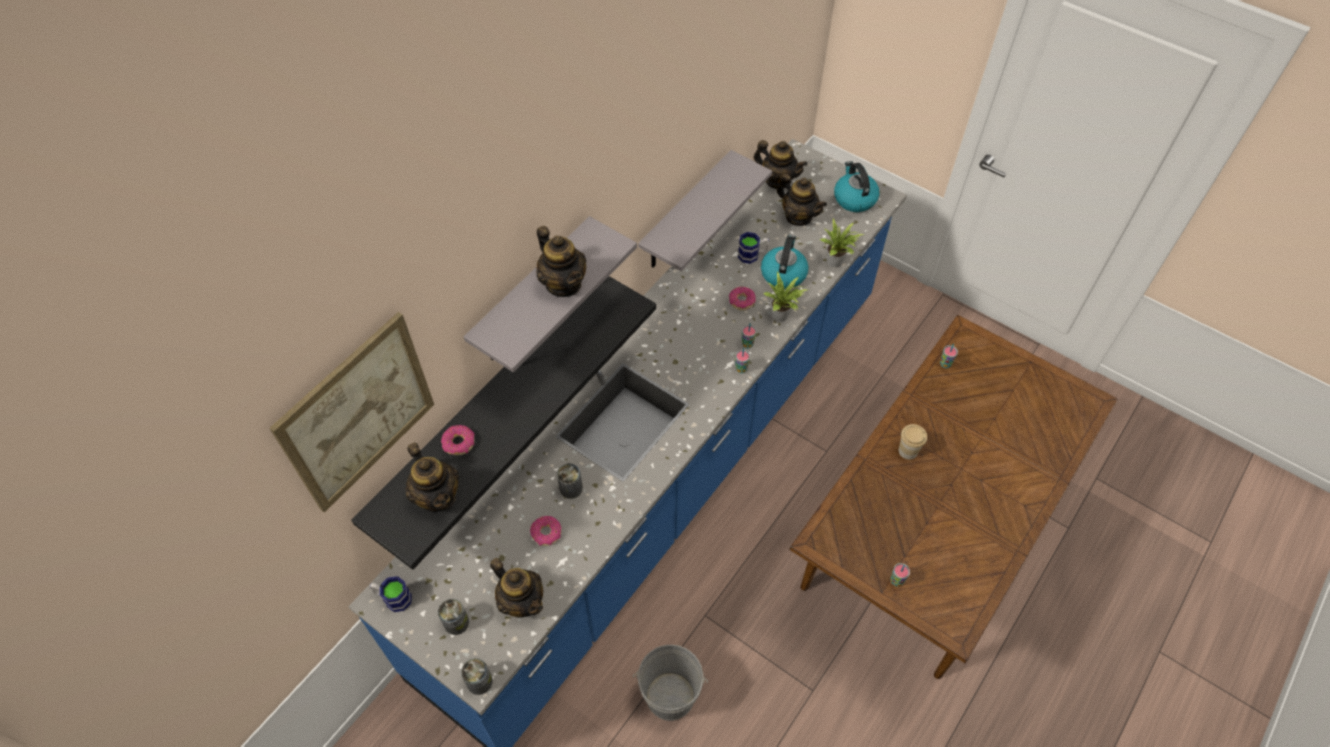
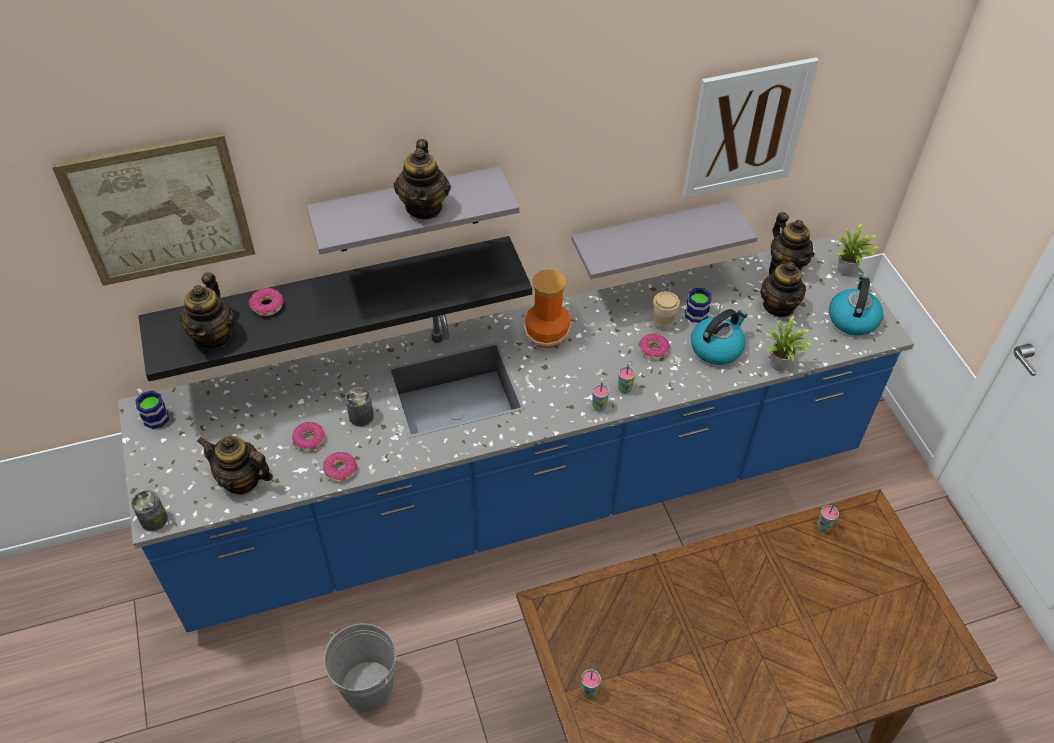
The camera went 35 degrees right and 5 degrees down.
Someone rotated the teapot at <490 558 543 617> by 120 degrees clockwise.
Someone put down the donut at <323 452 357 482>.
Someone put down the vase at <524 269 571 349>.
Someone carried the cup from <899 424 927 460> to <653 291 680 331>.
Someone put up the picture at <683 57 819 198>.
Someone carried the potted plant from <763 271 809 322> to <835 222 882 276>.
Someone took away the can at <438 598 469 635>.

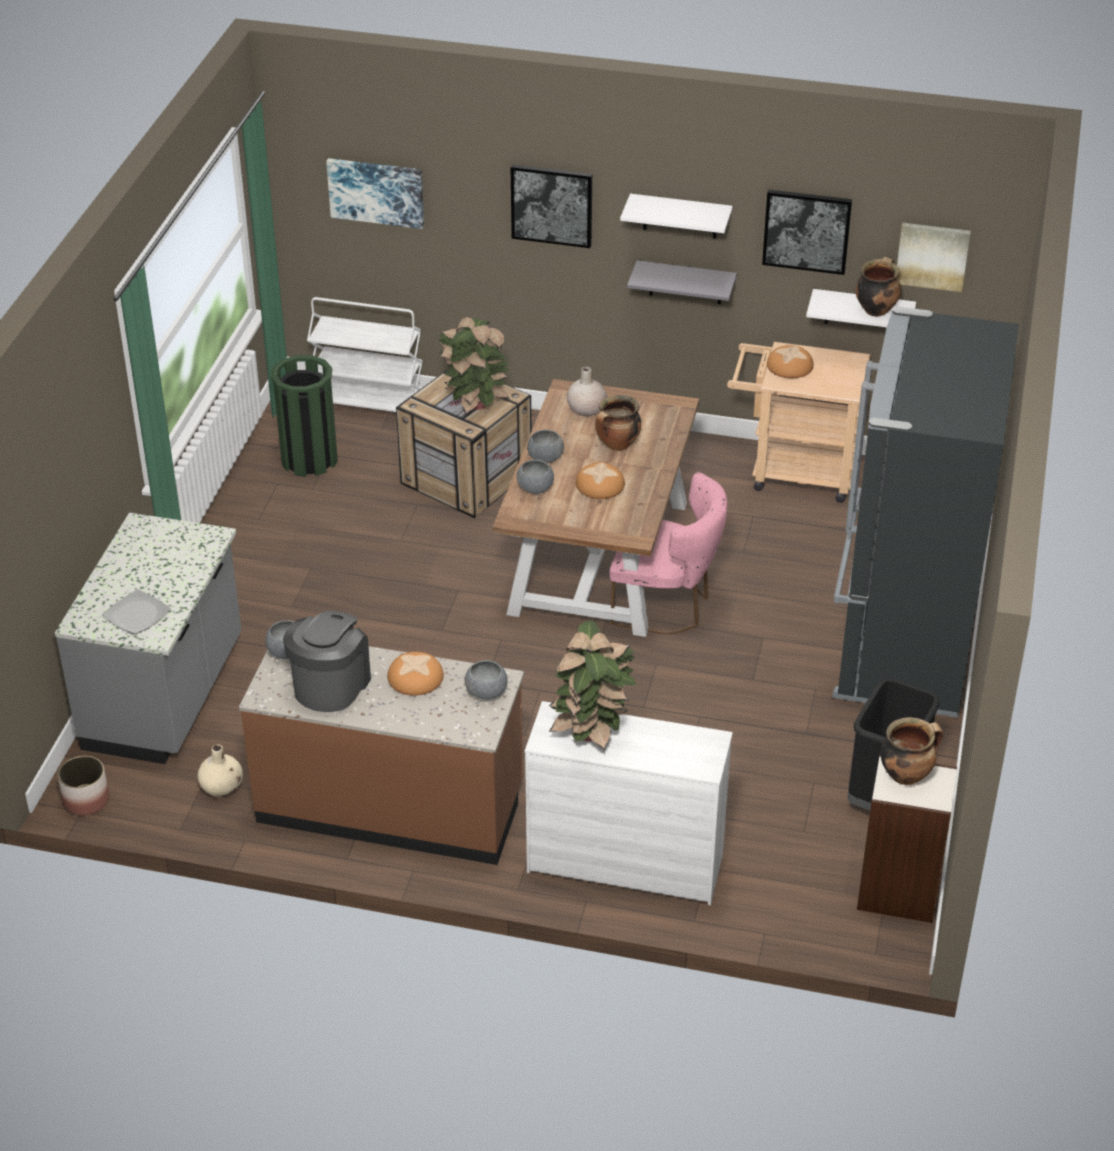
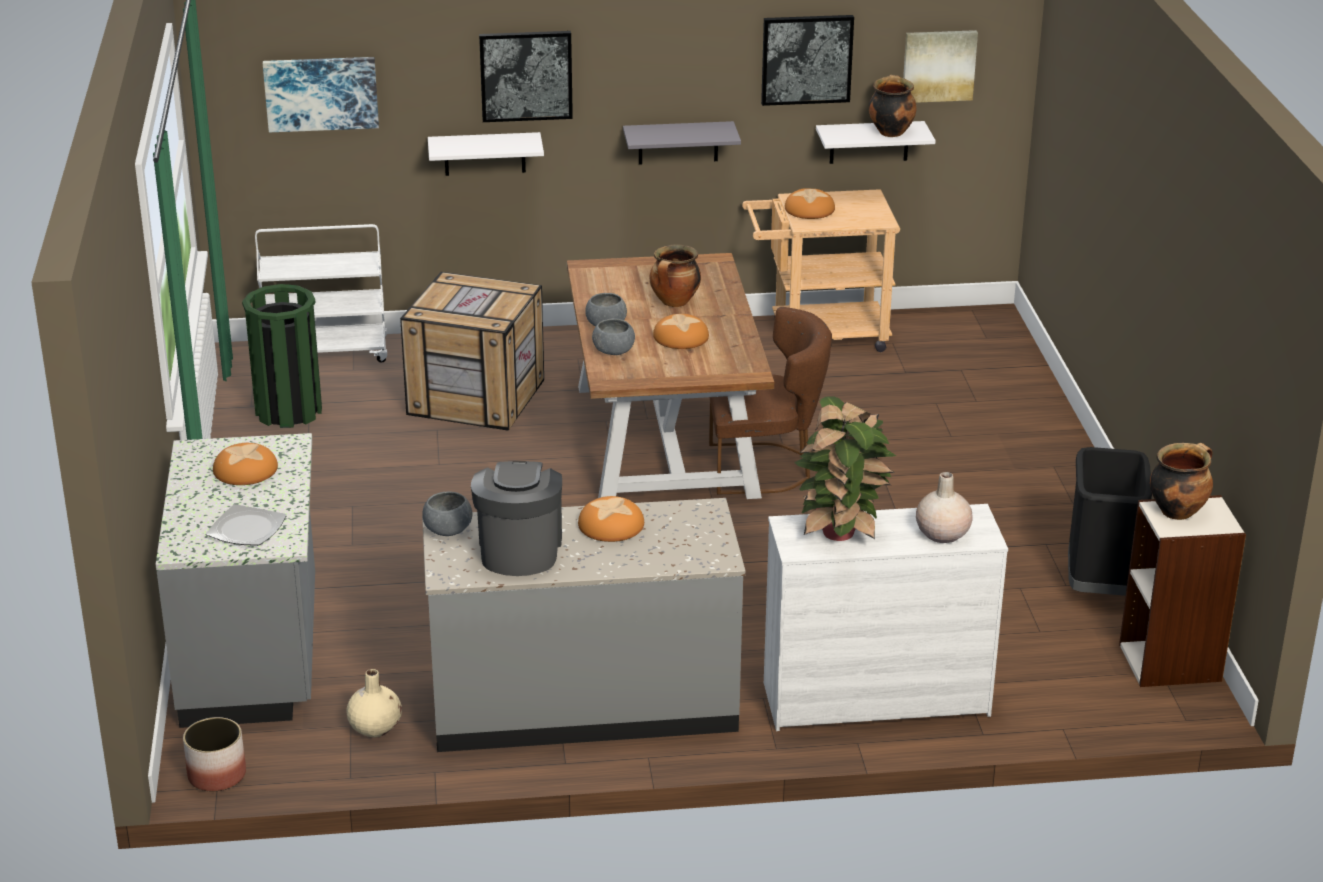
The camera went 20 degrees left and 10 degrees down.
Someone put down the bread at <213 443 278 485>.
Someone repainted the brown counter at <239 646 524 865>, which became the grey counter at <422 498 746 752>.
Someone carried the white shelf from <620 194 733 239> to <428 132 544 176>.
Someone repainted the pink chair at <610 472 727 634>, which became the brown chair at <709 307 832 495>.
Someone carried the beige vase from <567 366 607 416> to <916 472 973 543>.
Someone took away the potted plant at <438 317 510 414>.
Someone took away the grey bowl at <465 660 508 700>.
Someone took away the black fridge at <832 306 1019 718>.

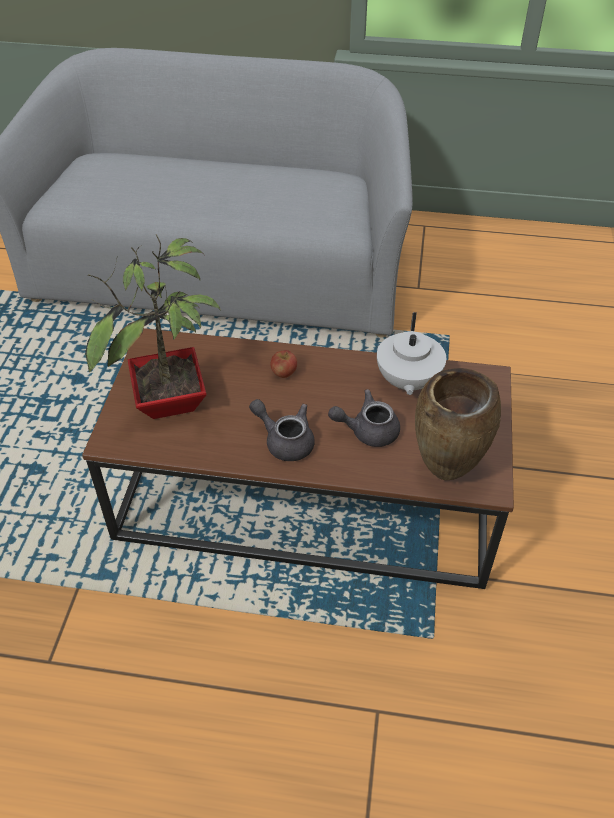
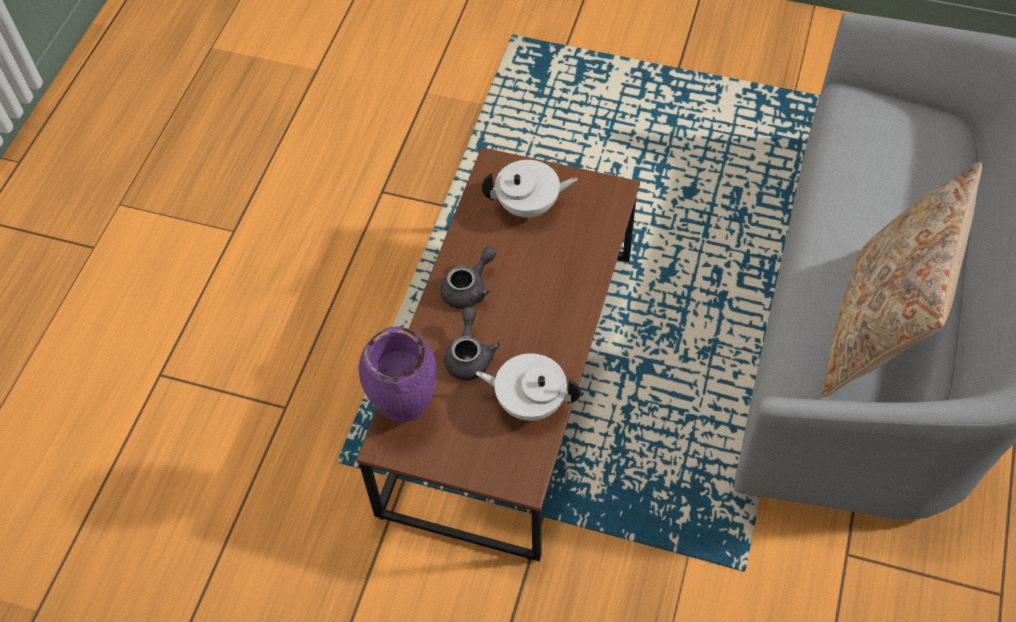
The camera went 100 degrees right and 10 degrees up.
Someone repainted the brown vase at <415 368 501 480>, which became the purple vase at <358 327 437 422>.
Someone swapped the potted plant at <85 234 221 419> for the white teapot at <482 160 578 219>.
Someone put down the beige pillow at <822 162 982 397>.
Someone took away the apple at <270 350 297 378>.

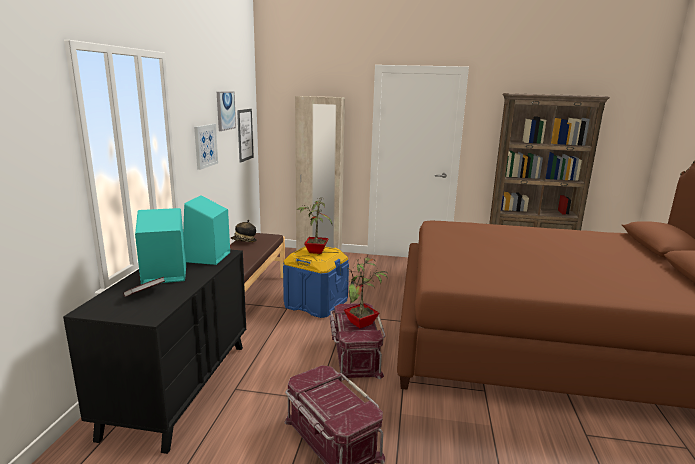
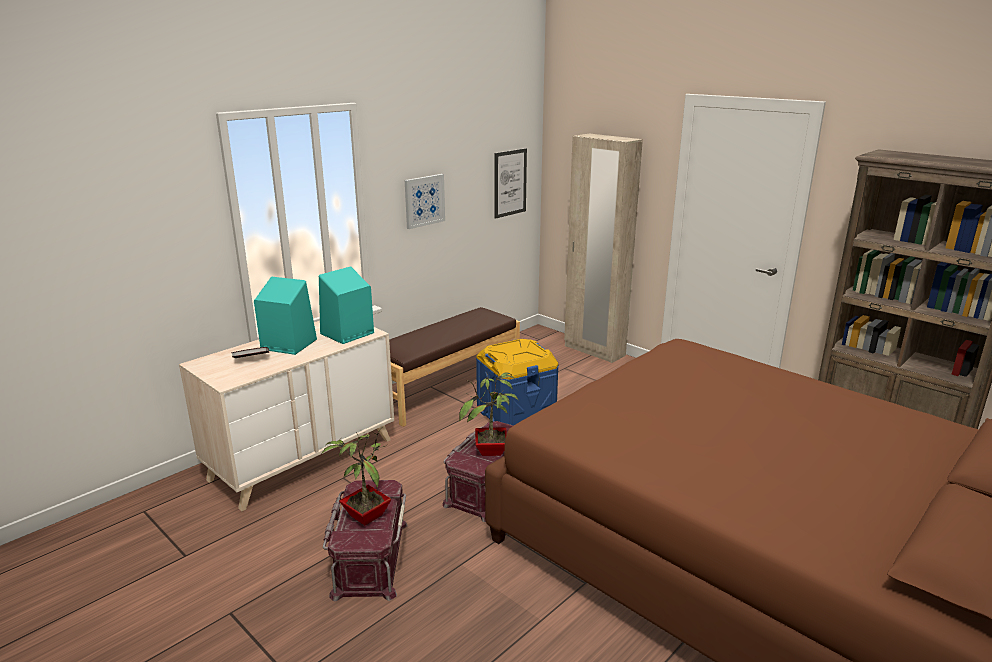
The camera went 35 degrees right and 5 degrees up.
Someone repainted the black dresser at <63 250 246 454>, which became the beige dresser at <179 321 394 511>.
Someone carried the potted plant from <297 198 332 254> to <322 427 391 525>.
Someone took away the picture at <217 91 236 131>.
Someone took away the hat at <231 220 257 242>.

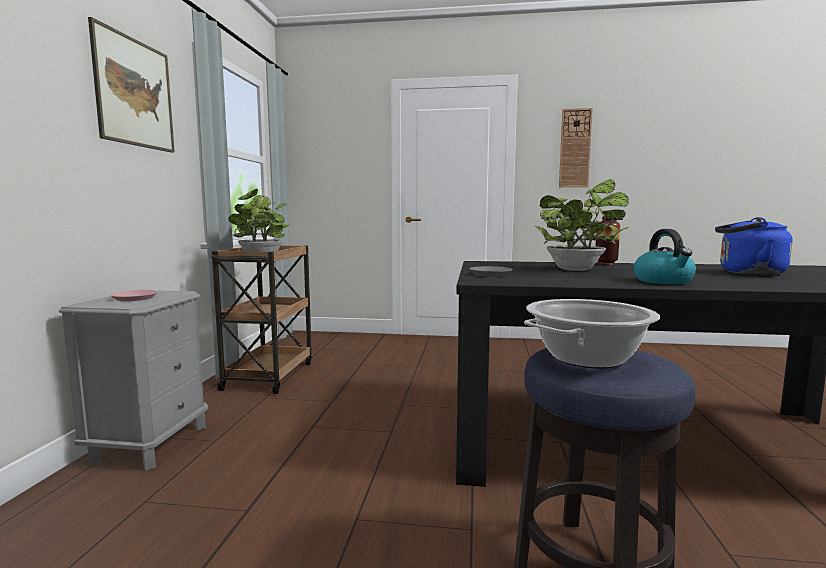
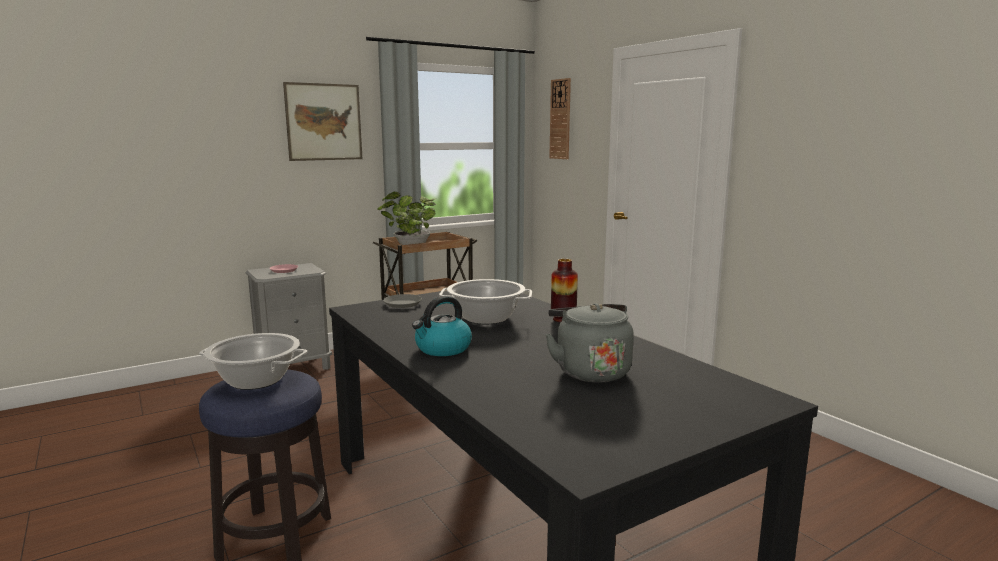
The camera went 50 degrees right and 5 degrees up.
Someone swapped the potted plant at <534 179 629 271> for the cooking pot at <439 279 532 324>.
Someone repainted the blue kettle at <715 217 793 275>, which became the grey kettle at <545 303 634 383>.
Someone carried the wall clock from <559 108 593 187> to <549 78 571 159>.

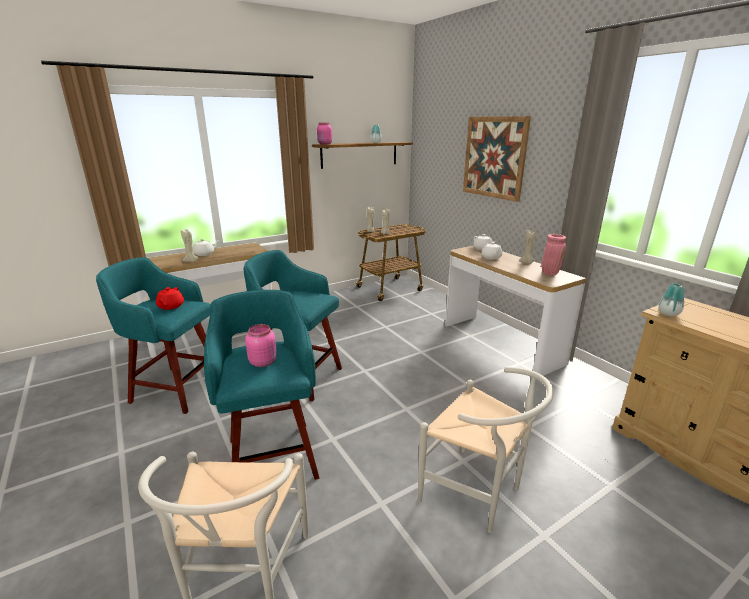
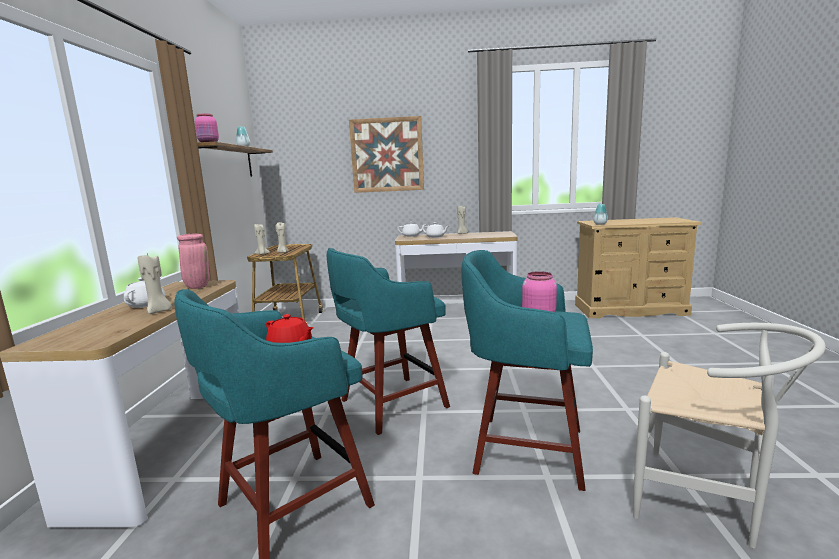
The camera went 55 degrees left and 10 degrees down.
Someone carried the pink vase from <541 234 566 275> to <177 234 210 289>.
Someone took away the white chair at <418 367 554 533>.

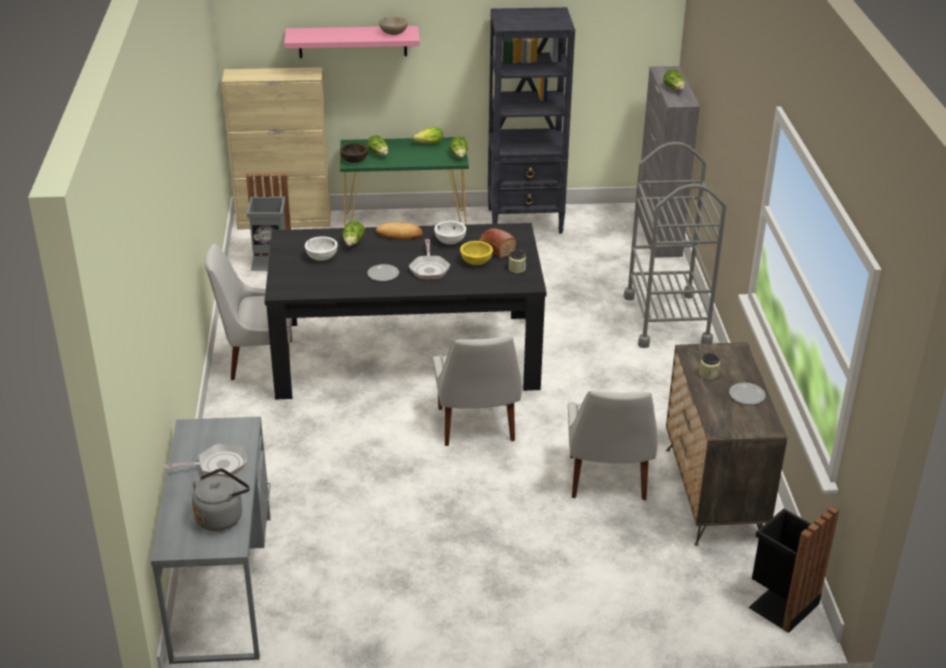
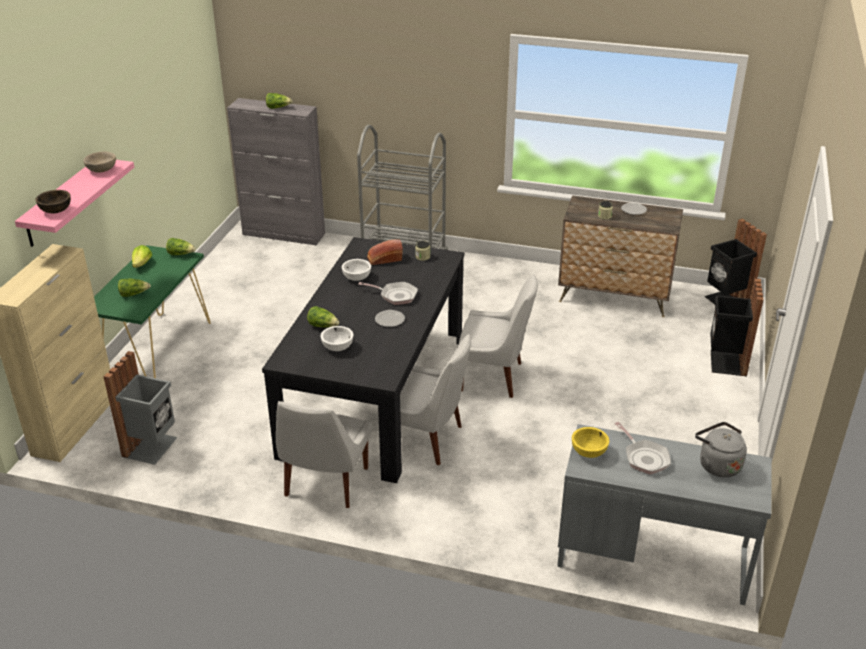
The camera went 70 degrees left and 0 degrees up.
Someone carried the brown bowl from <340 143 368 163> to <35 190 71 213>.
Someone carried the white chair from <568 391 658 500> to <400 334 471 466>.
Someone carried the yellow bowl from <460 241 493 265> to <572 427 609 458>.
Someone rotated the frying pan at <164 443 247 478> by 150 degrees clockwise.
Someone put down the black trash can at <710 278 763 376>.
Someone took away the bread at <376 222 423 240>.
Someone took away the black bookcase at <488 7 575 234>.

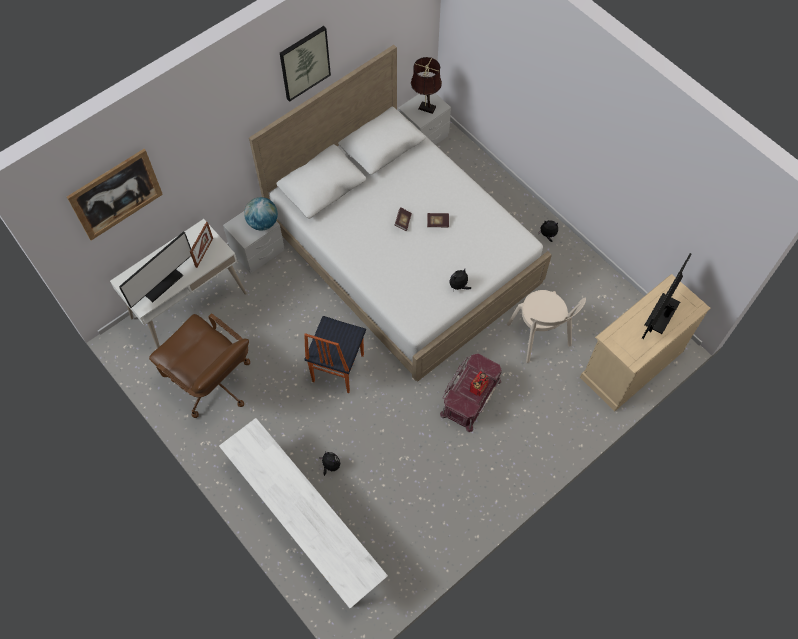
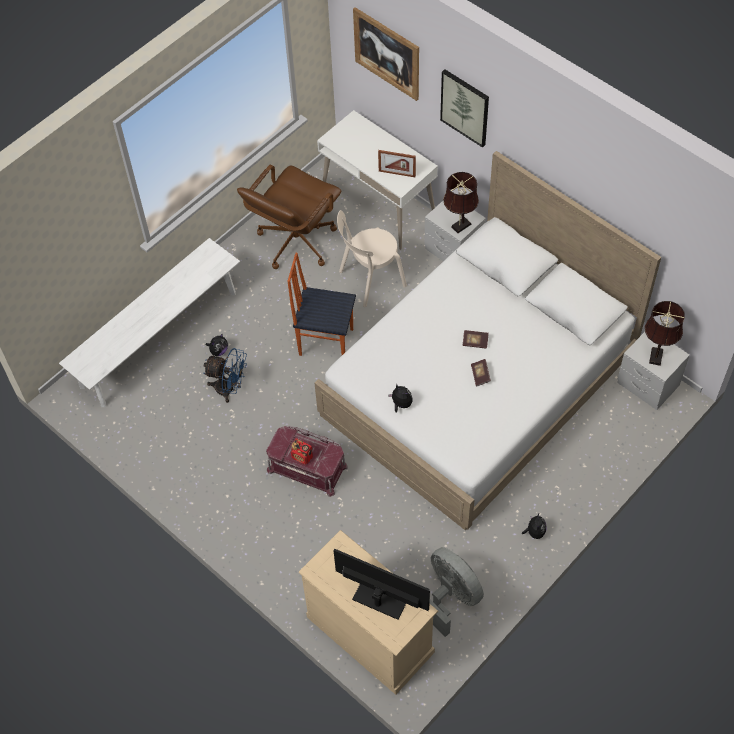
The camera went 85 degrees right and 5 degrees down.
Someone put down the blue fan at <203 348 247 403>.
Someone carried the beige chair from <507 290 586 363> to <337 210 407 307>.
Someone put down the grey fan at <429 547 484 637>.
Someone carried the picture from <280 26 331 102> to <440 69 489 148>.
Someone swapped the globe at <244 197 278 230> for the brown table lamp at <443 172 479 233>.
Someone took away the monitor at <119 231 191 308>.

